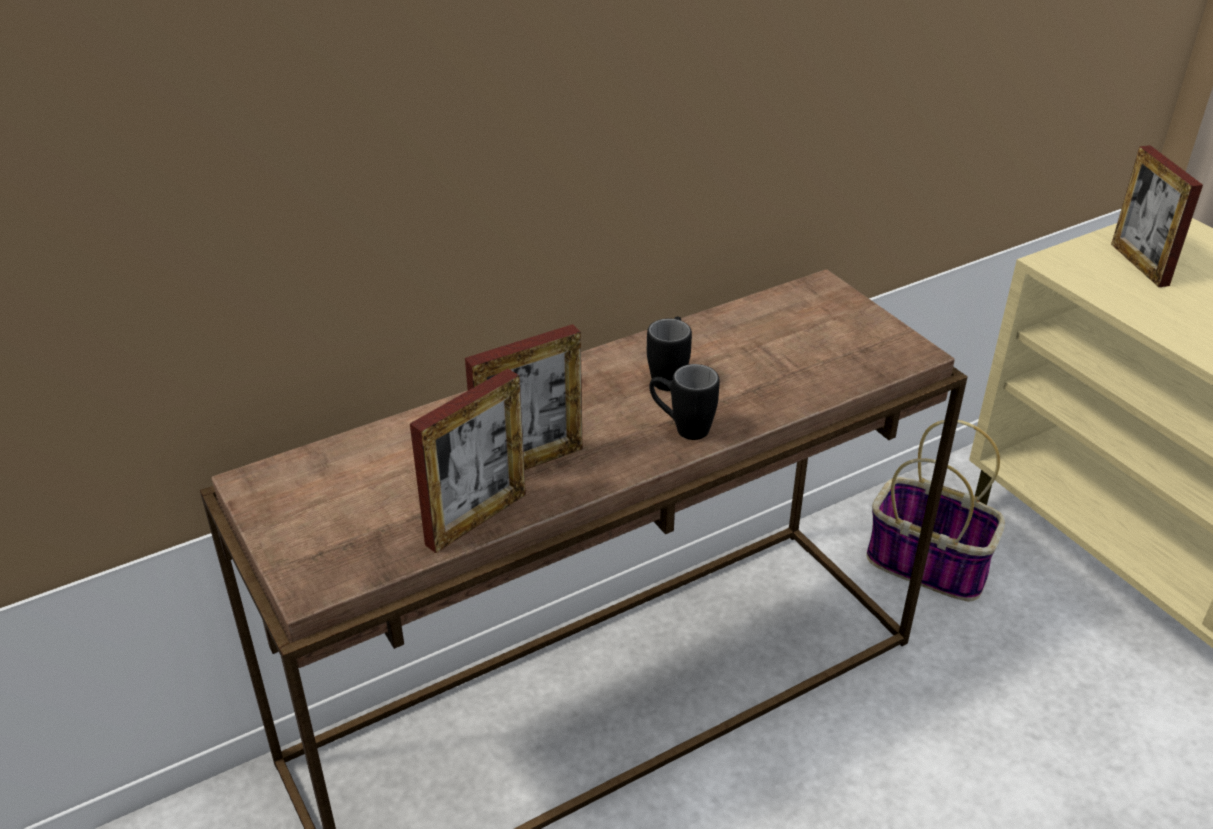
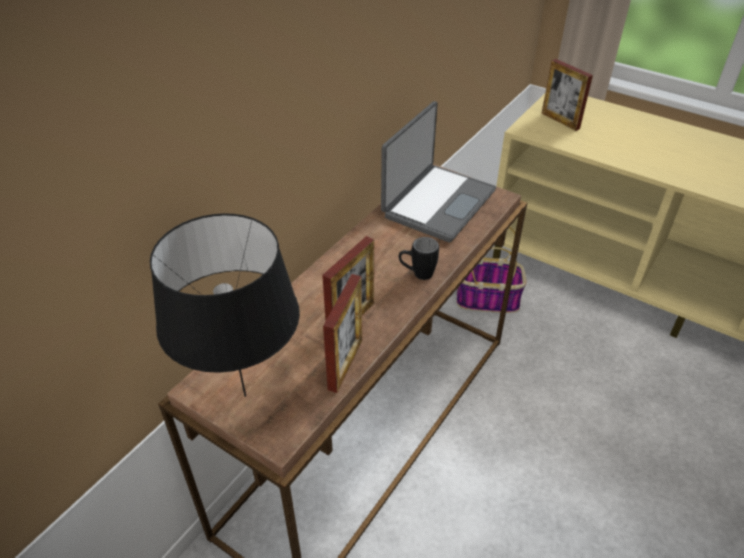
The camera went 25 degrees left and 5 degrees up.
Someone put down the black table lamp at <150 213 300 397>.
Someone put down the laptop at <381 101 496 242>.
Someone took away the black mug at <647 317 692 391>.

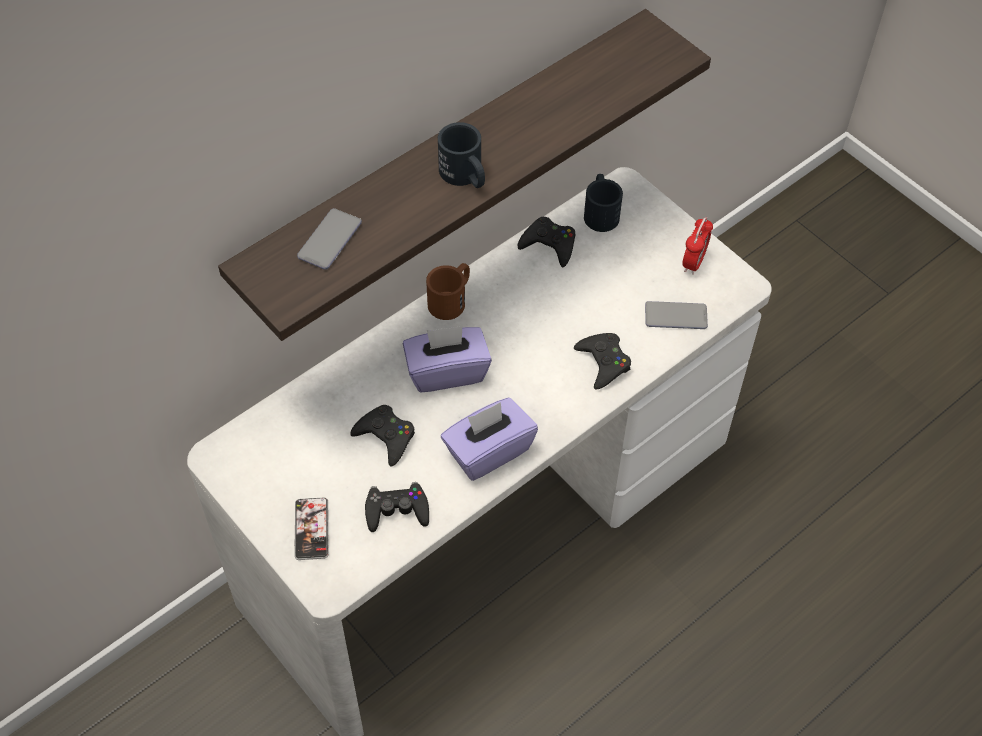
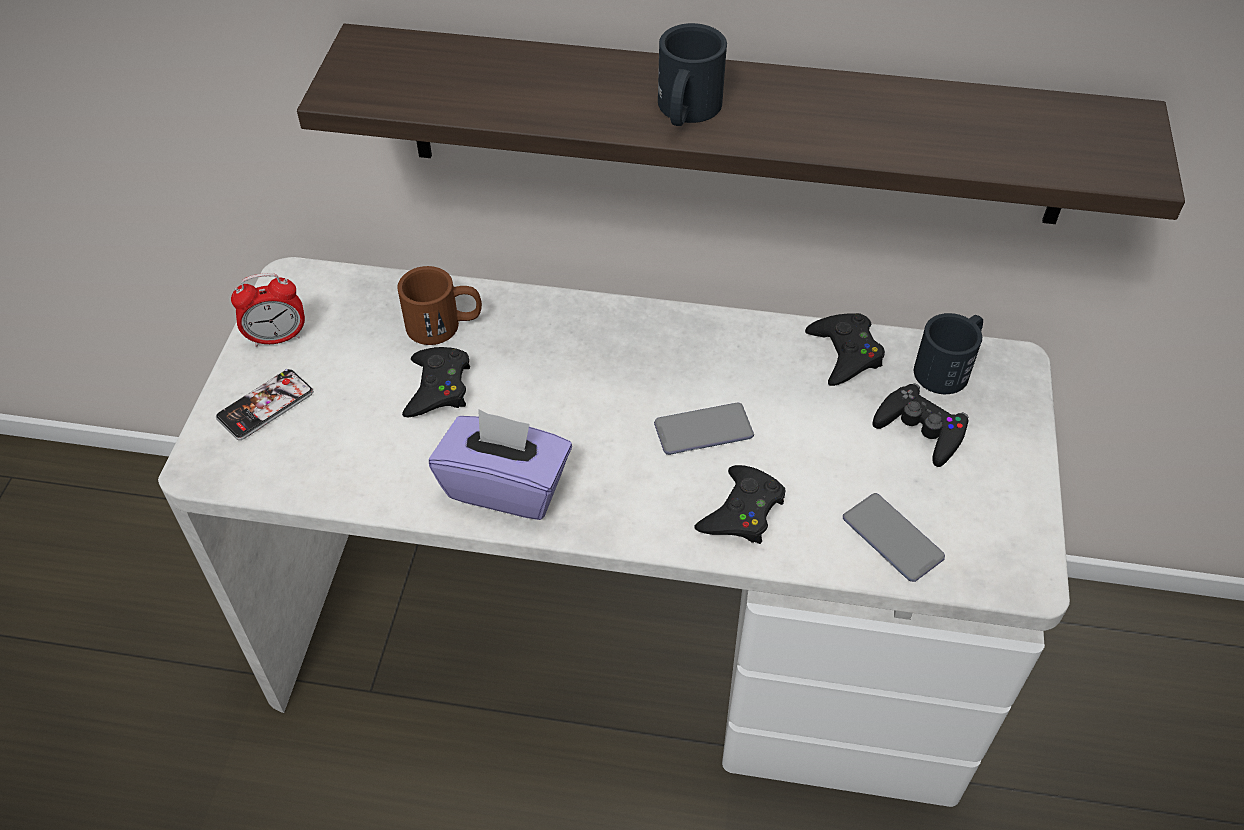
The camera went 50 degrees right and 5 degrees down.
Someone carried the alarm clock from <682 217 713 275> to <231 273 305 347>.
Someone carried the brown mug from <426 263 470 320> to <397 266 482 345>.
Someone carried the phone from <297 208 362 270> to <654 403 754 455>.
Someone carried the black game controller from <365 482 429 532> to <872 383 968 467>.
Someone took away the purple tissue box at <403 326 492 392>.

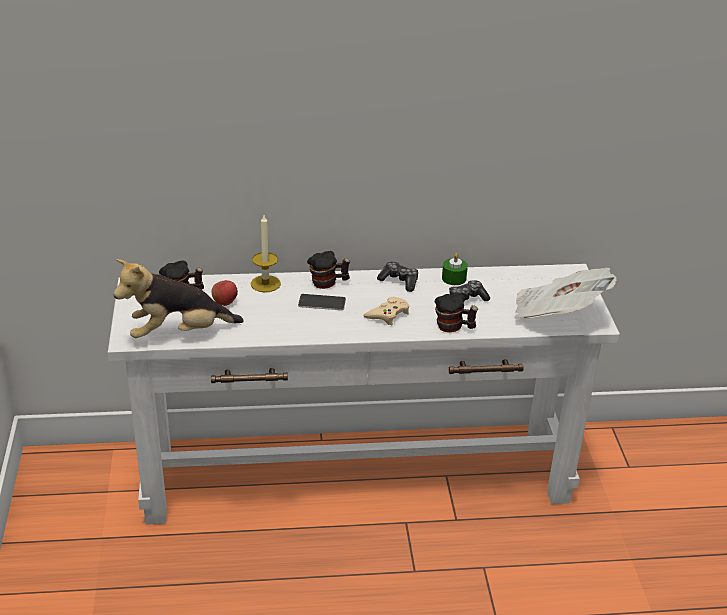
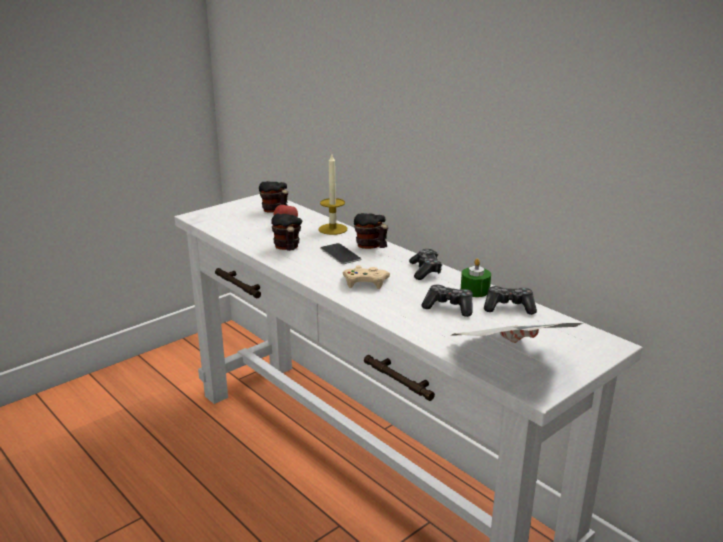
The camera went 55 degrees right and 10 degrees down.
Someone carried the mug from <435 294 478 332> to <271 213 302 251>.
Someone put down the game controller at <484 286 537 315>.
Someone took away the plush toy at <113 259 244 338>.

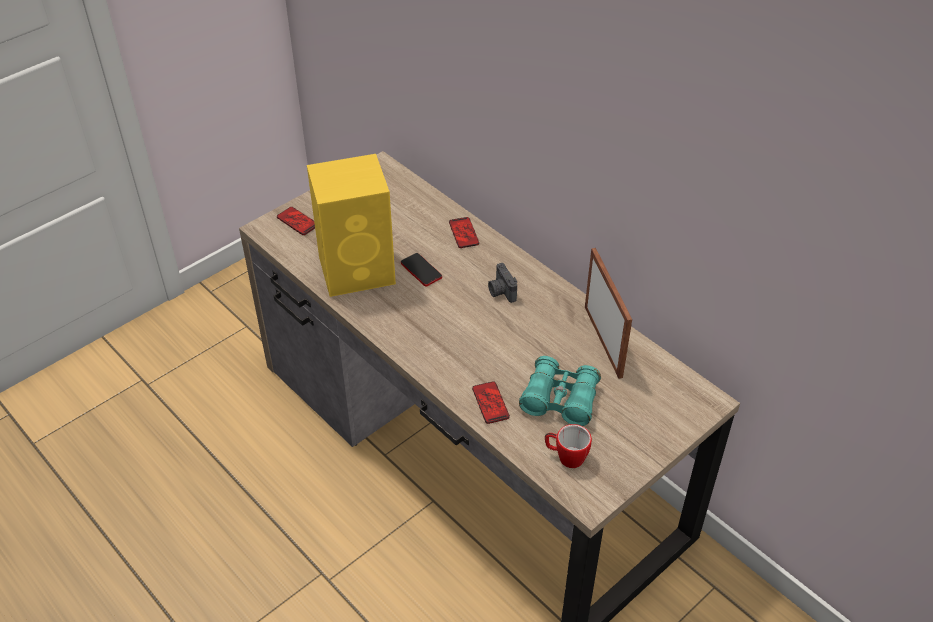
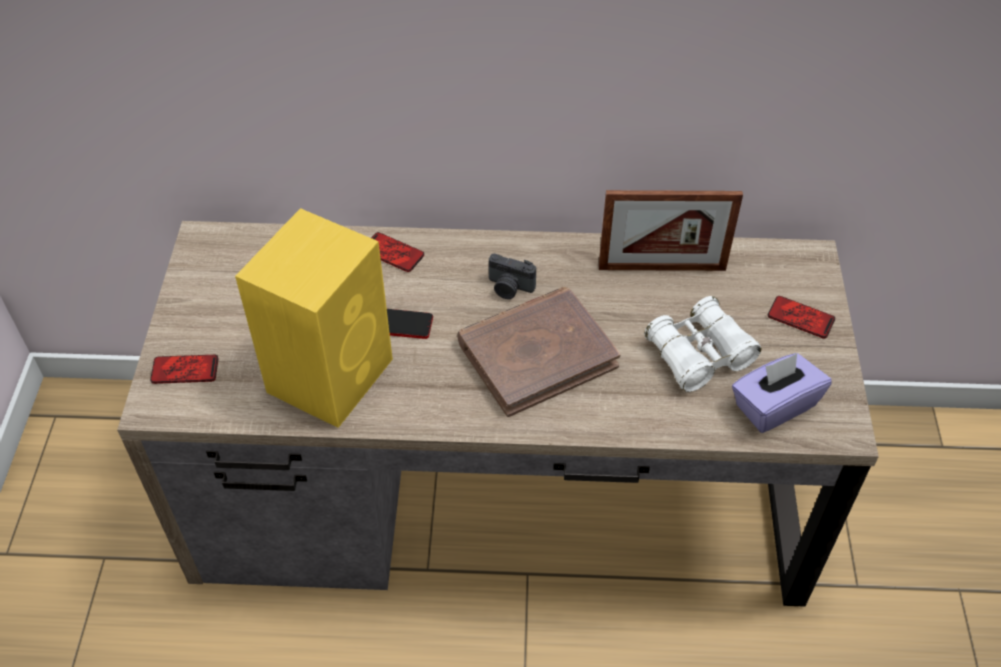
The camera went 45 degrees left and 5 degrees up.
Someone put down the brown book at <457 287 621 417>.
Someone rotated the picture frame at <585 248 632 379> by 150 degrees clockwise.
Someone repainted the turquoise binoculars at <519 356 601 426>, which became the white binoculars at <644 296 761 392>.
Someone swapped the mug at <545 424 592 468> for the purple tissue box at <732 353 832 433>.
Someone carried the phone from <472 381 510 424> to <768 296 835 339>.

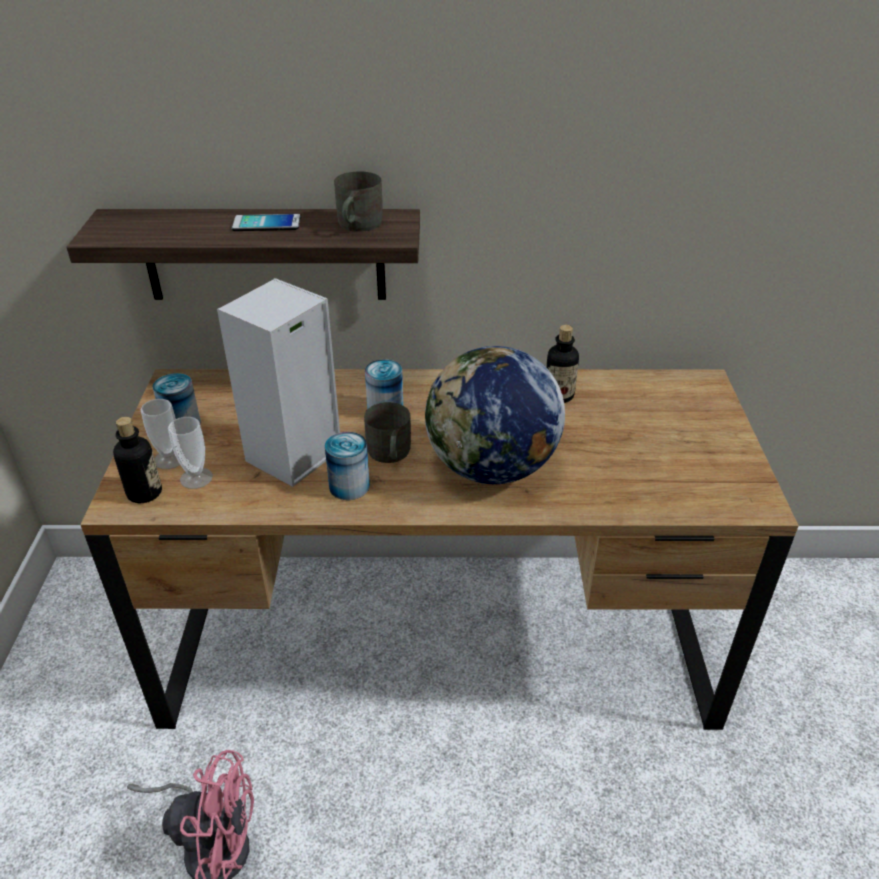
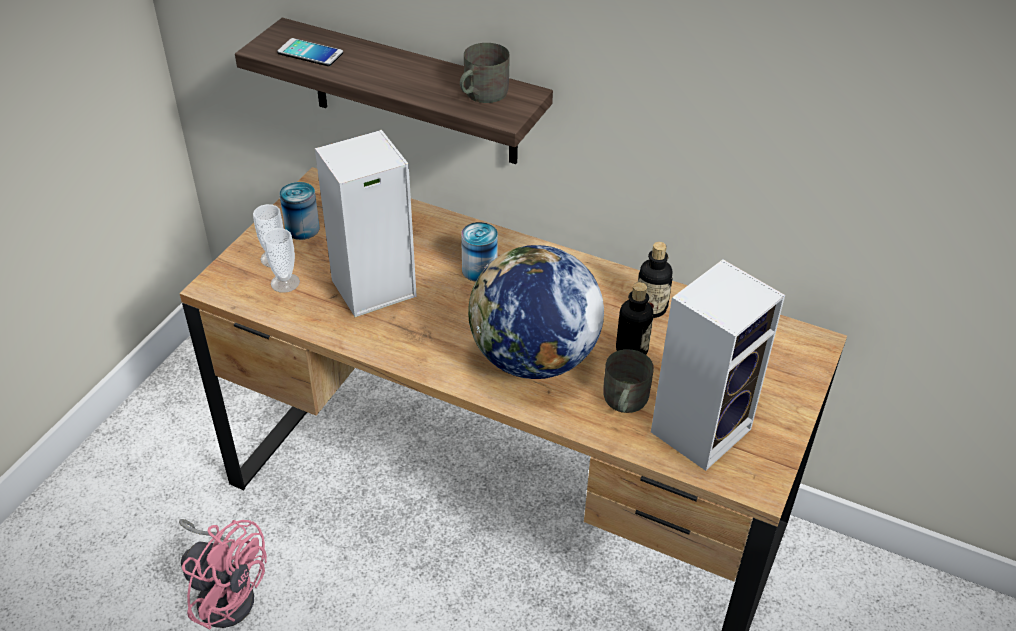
The camera went 25 degrees right and 5 degrees up.
Someone carried the phone from <232 214 301 231> to <277 38 343 66>.
Someone carried the grey mug from <364 402 411 463> to <603 349 654 413>.
Someone carried the bottle from <113 417 162 503> to <616 282 653 355>.
Someone put down the speaker at <651 259 785 471>.
Someone took away the can at <325 432 370 500>.

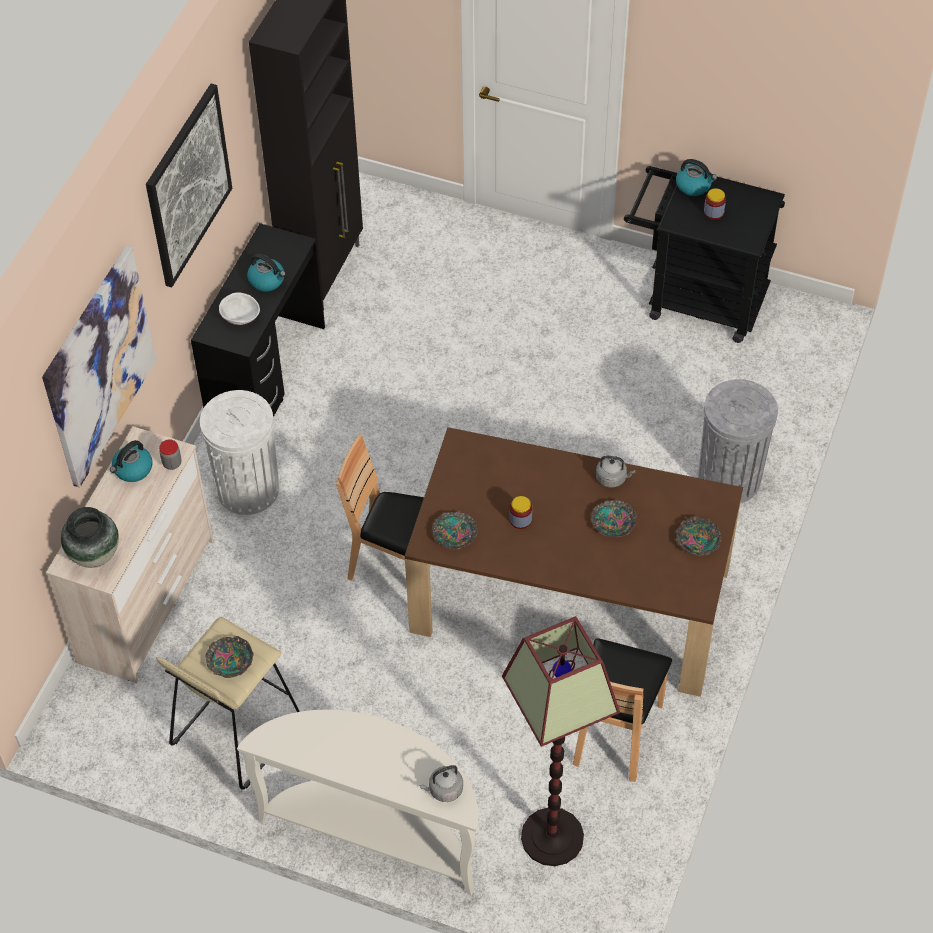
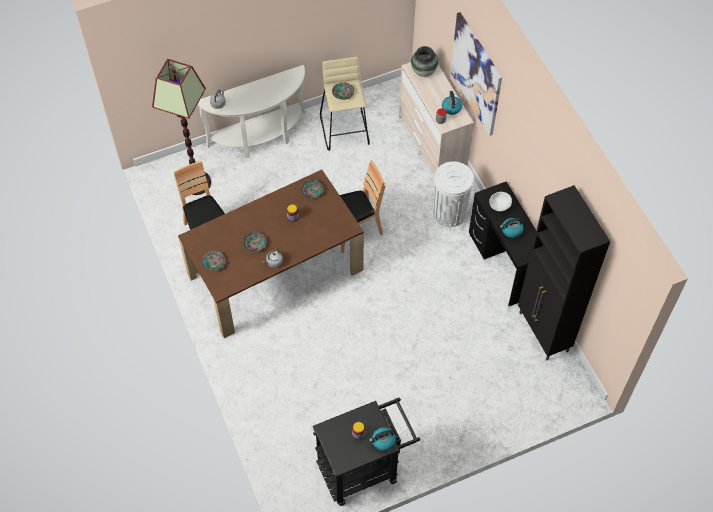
The camera went 135 degrees right and 5 degrees up.
Someone took away the picture at <146 84 232 287>.
Someone took away the grey trash can at <698 379 778 503>.

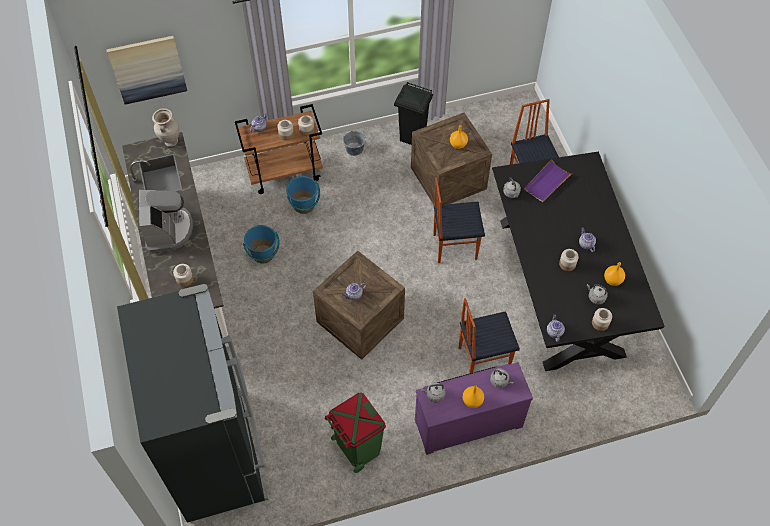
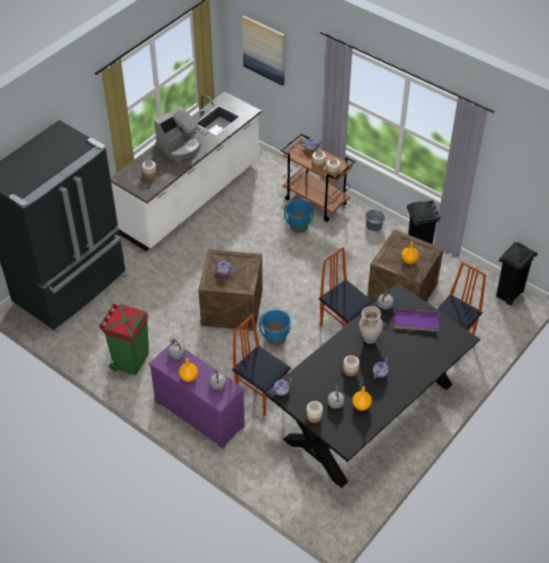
The camera went 55 degrees right and 10 degrees down.
Someone carried the blue bucket from <243 225 280 263> to <259 310 291 346>.
Someone carried the beige vase from <152 108 179 147> to <359 306 383 344>.
Someone put down the black trash can at <496 242 538 305>.

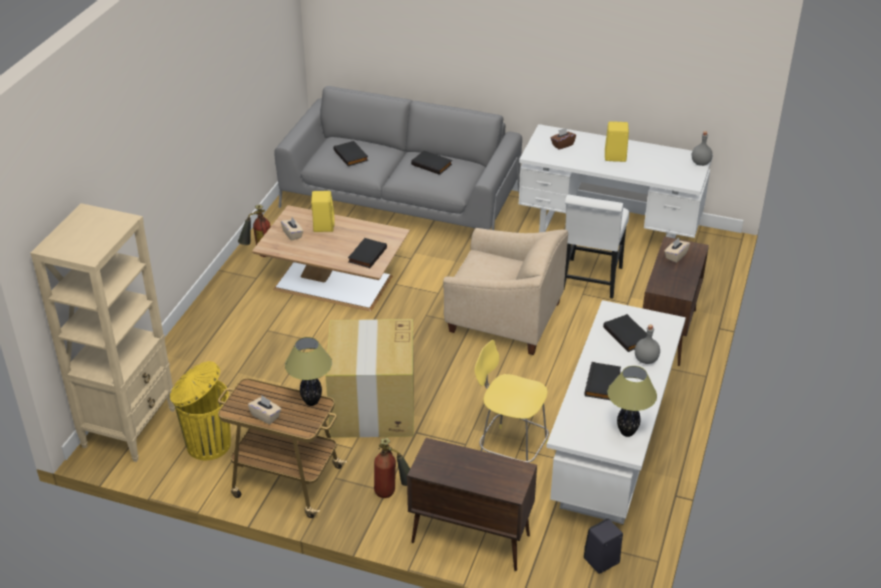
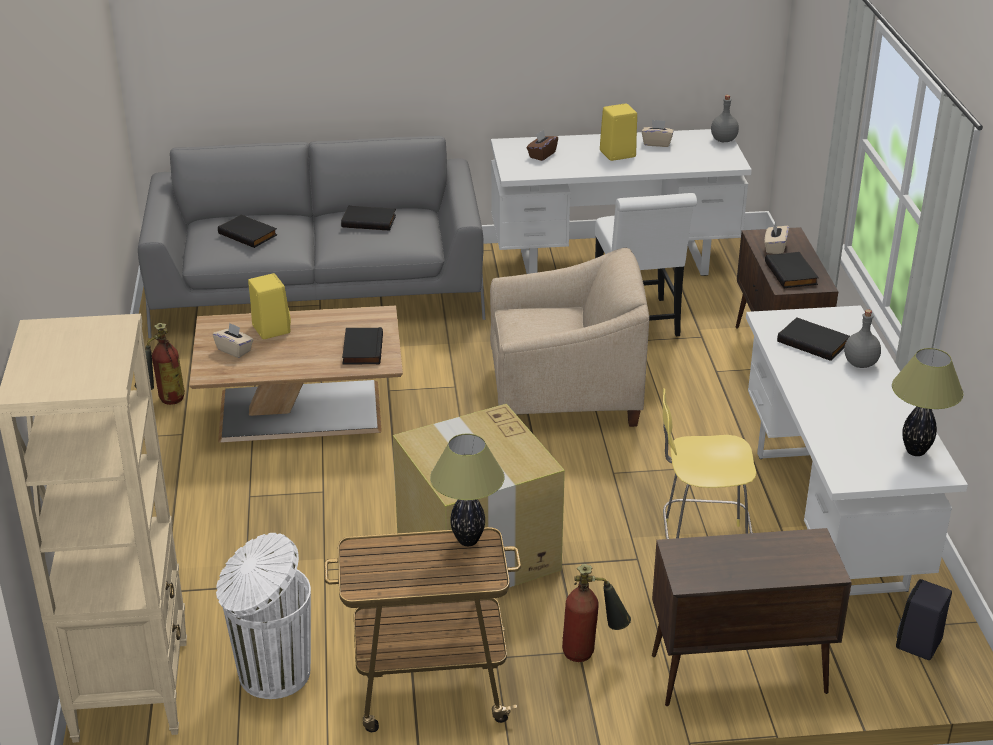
The camera went 25 degrees left and 5 degrees down.
Someone repainted the yellow trash can at <170 361 231 460>, which became the white trash can at <216 533 311 699>.
Someone carried the beige tissue box from <248 396 281 425> to <642 120 674 147>.
Someone carried the black book from <584 362 621 400> to <765 252 819 288>.

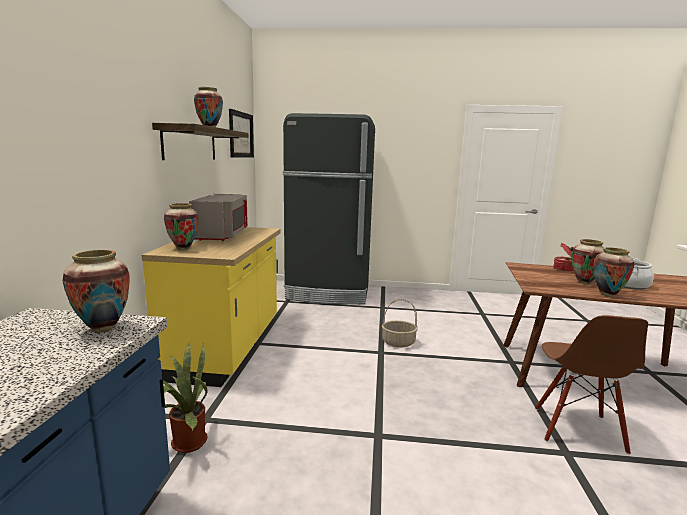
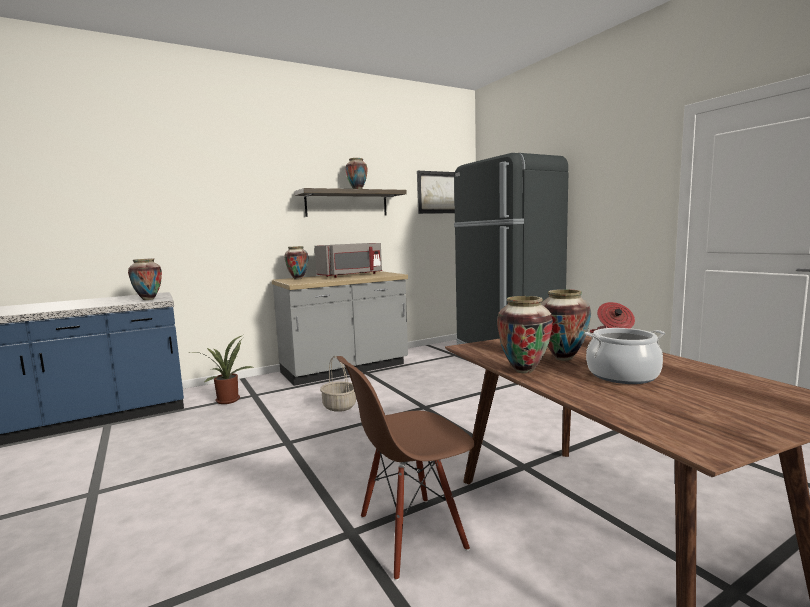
The camera went 55 degrees right and 5 degrees down.
Someone repainted the yellow counter at <142 227 280 387>, which became the grey counter at <272 271 408 386>.
Someone carried the basket from <382 299 418 347> to <320 356 356 412>.

